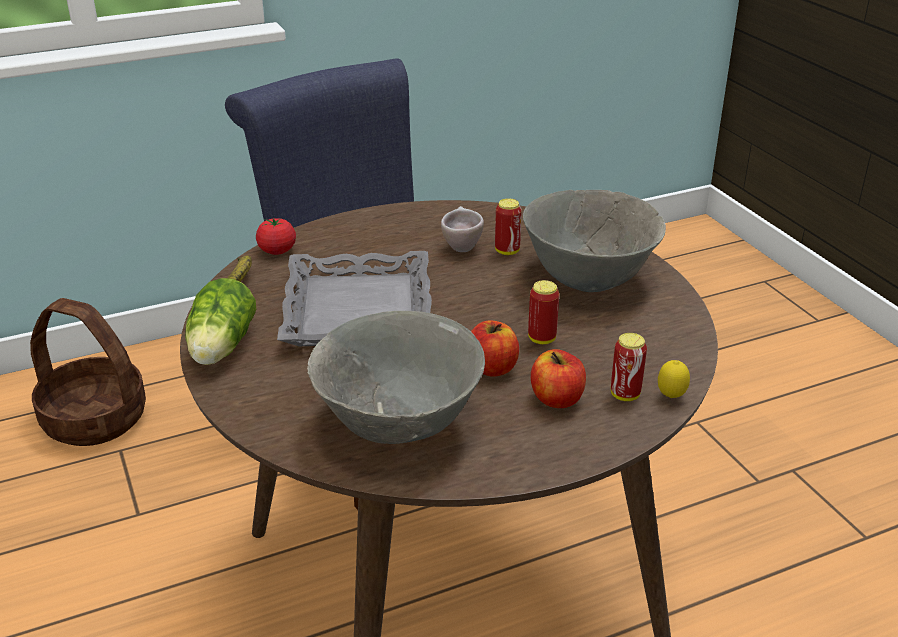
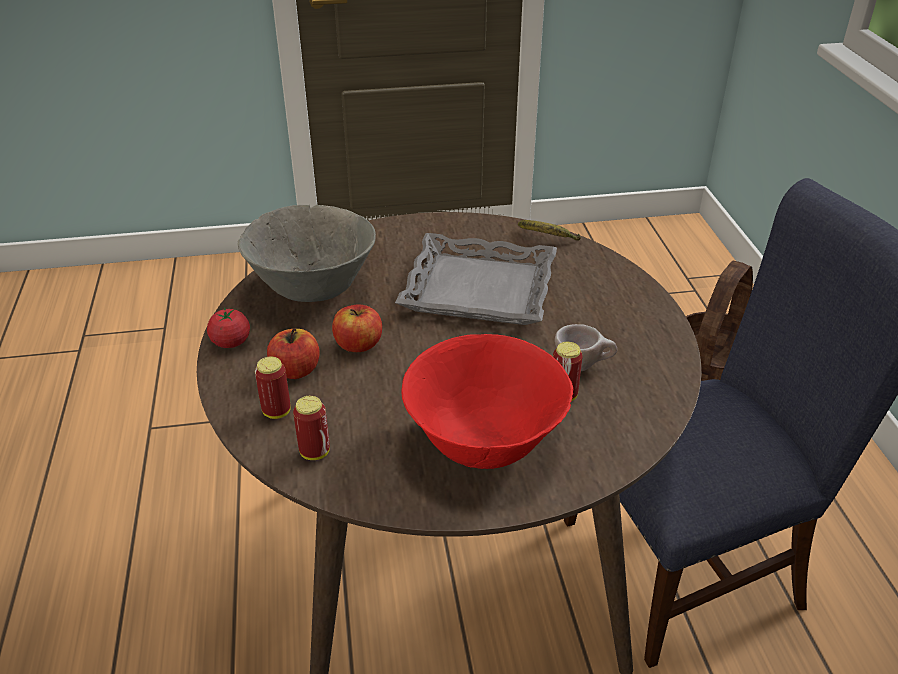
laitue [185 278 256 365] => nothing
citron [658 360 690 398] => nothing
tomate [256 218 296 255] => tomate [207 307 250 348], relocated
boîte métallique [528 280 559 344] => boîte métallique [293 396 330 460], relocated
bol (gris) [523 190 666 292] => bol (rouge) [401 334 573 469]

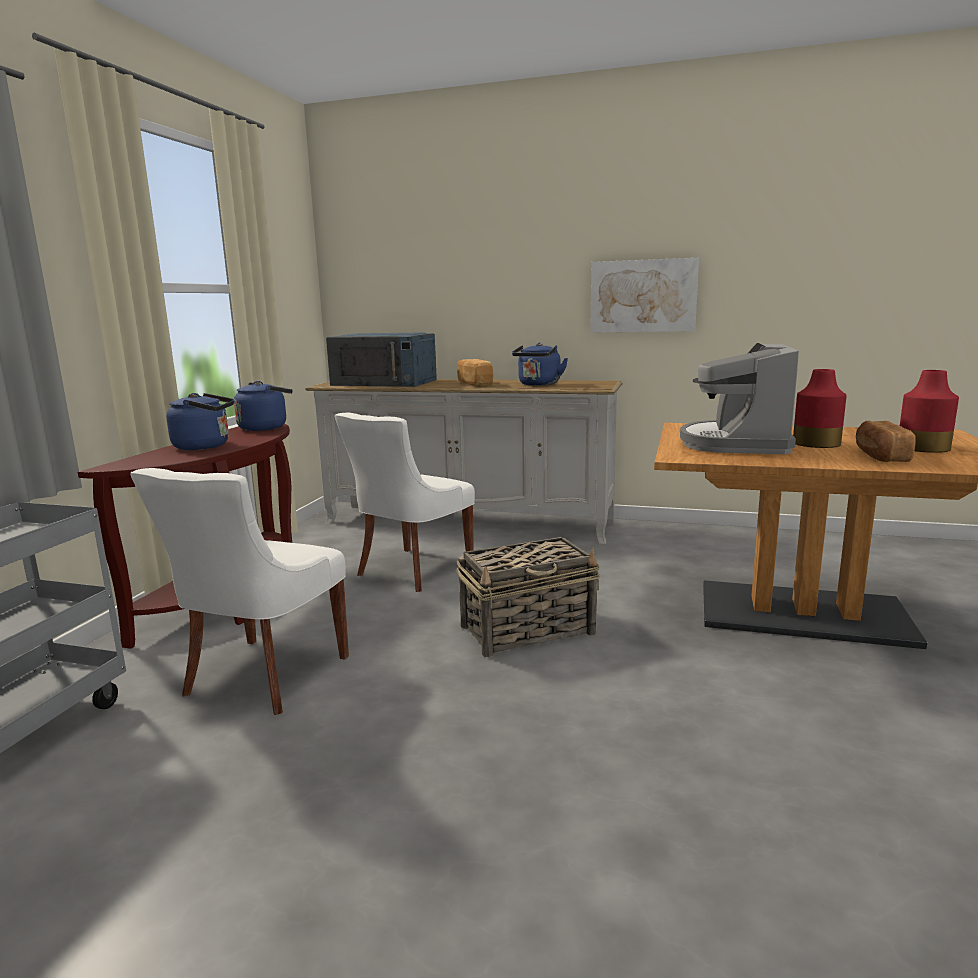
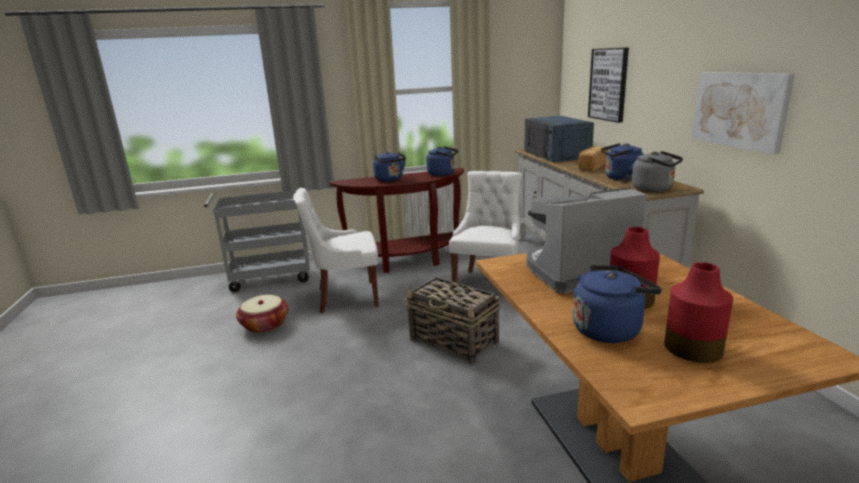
nothing => panier [236 295 289 333]
nothing => tableau [588 47 629 123]
nothing => bouilloire (gris) [632 151 683 192]
pain [856 421 916 462] => bouilloire (bleu) [573 265 662 343]
chaise (blanc) [334 413 475 592] => chaise (blanc) [449 171 522 283], 105 degrees clockwise

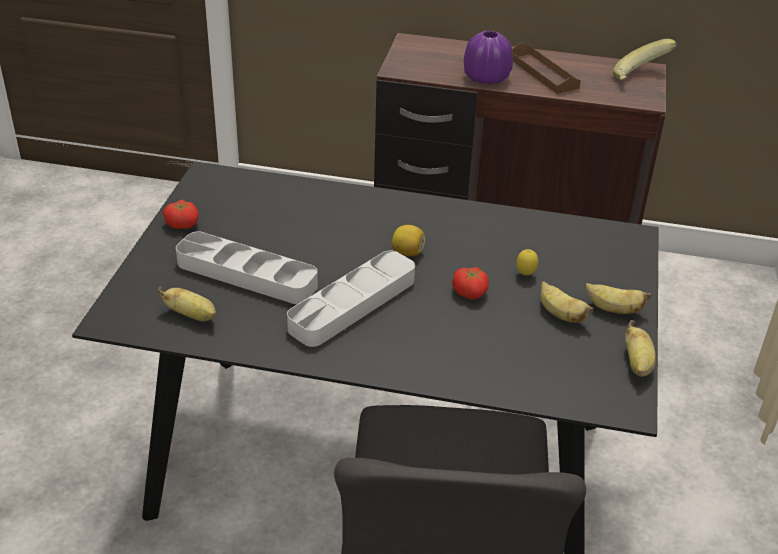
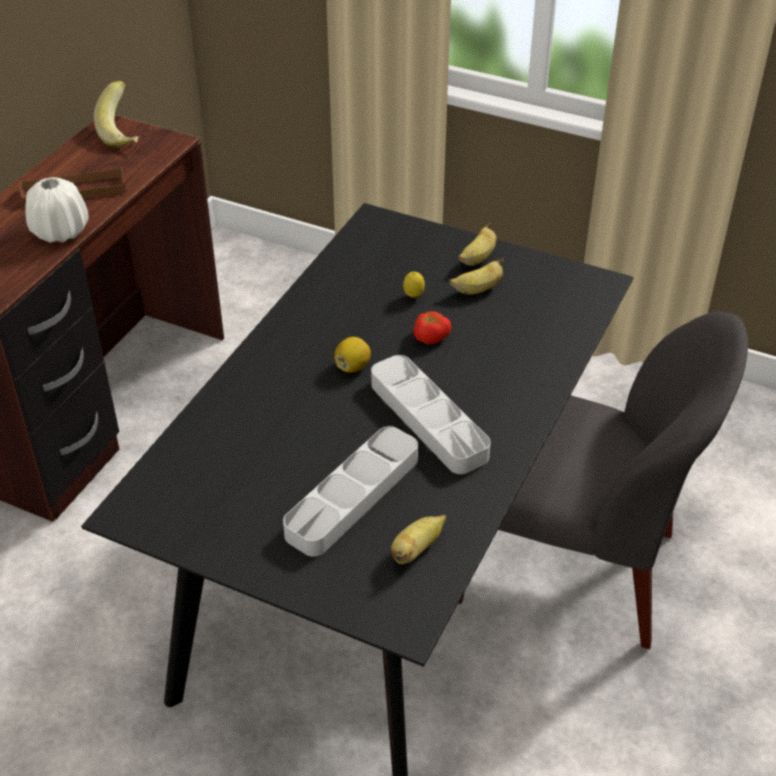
tomate [163 200 199 229] => nothing
banane [625 320 656 377] => nothing
vase (violet) [464 31 513 85] => vase (blanc) [25 177 89 243]

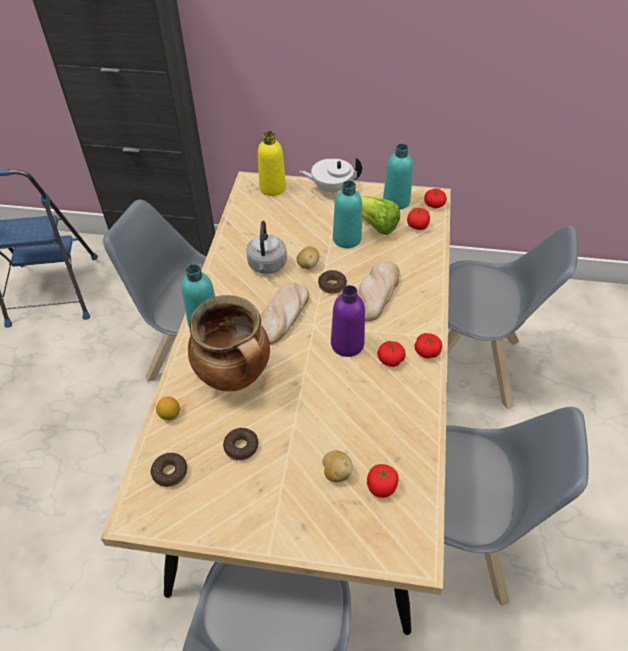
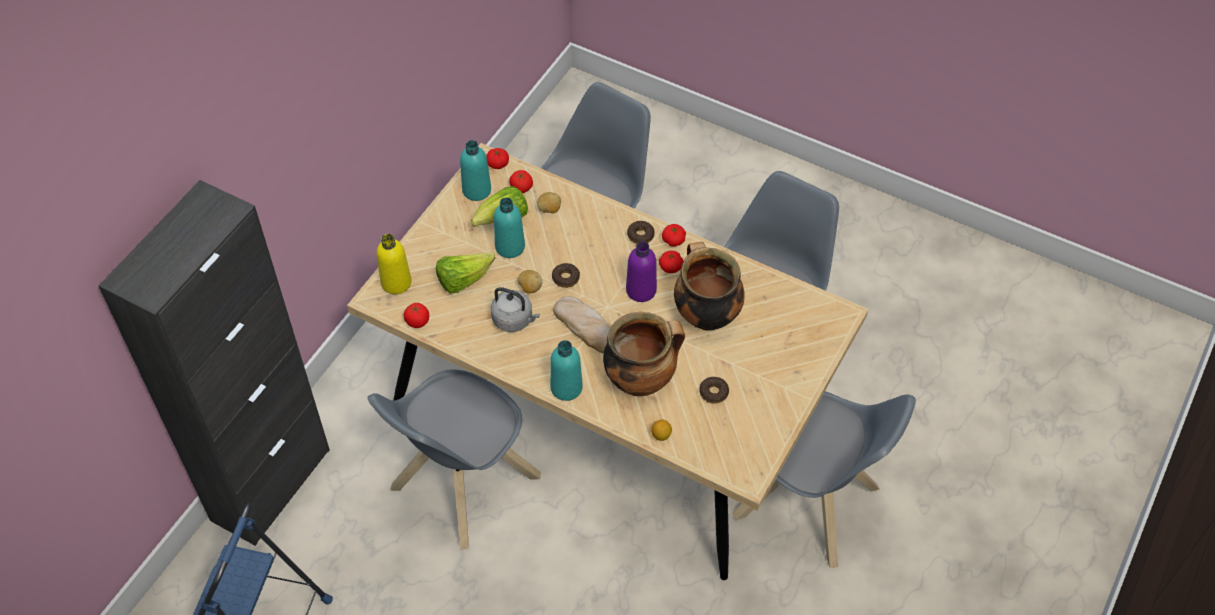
théière (blanc) [299 157 362 195] => nothing
pain [357 262 400 322] => nothing
nothing => laitue [436 252 495 294]
nothing => marmite [674 242 745 331]
beignet [150 453 187 487] => beignet [627 221 655 244], relocated
pomme de terre [322 451 353 482] => pomme de terre [537 192 561 213], relocated
tomate [367 464 399 498] => tomate [403 303 429 328], relocated

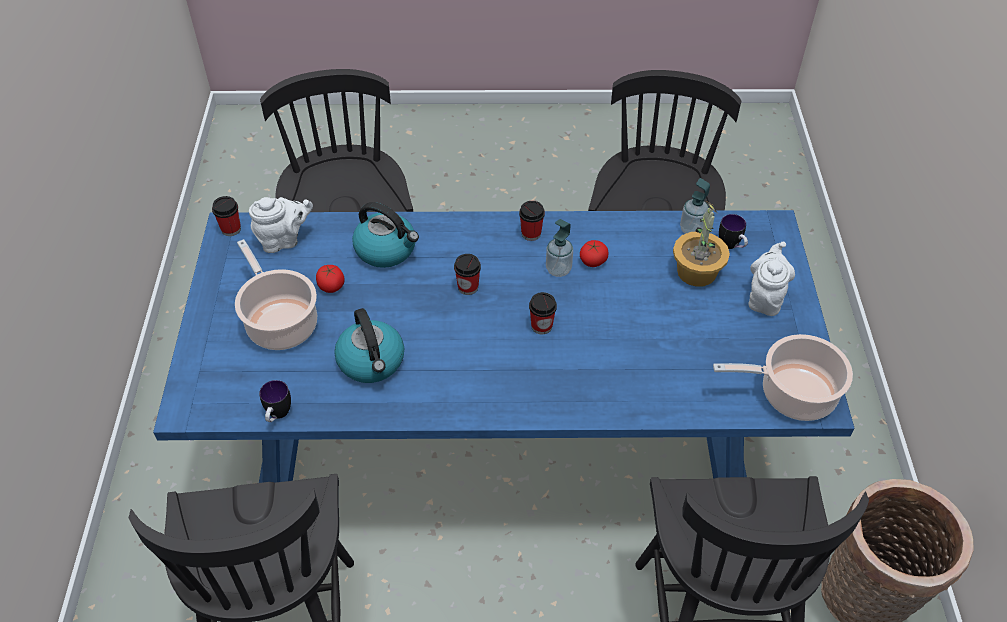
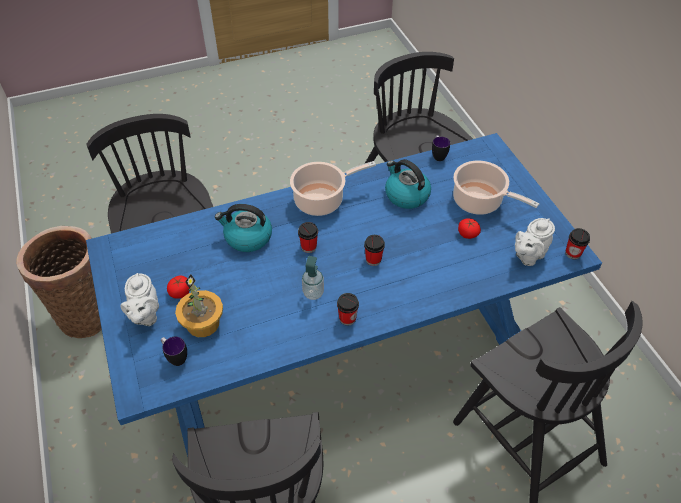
distributeur de savon [680 178 710 234] => nothing
bouilloire [352 202 419 268] => bouilloire [215 204 272 252], relocated
tomate [580 240 609 267] => tomate [167 276 190 298], relocated
marmite [713 334 853 421] => marmite [290 161 376 216], relocated

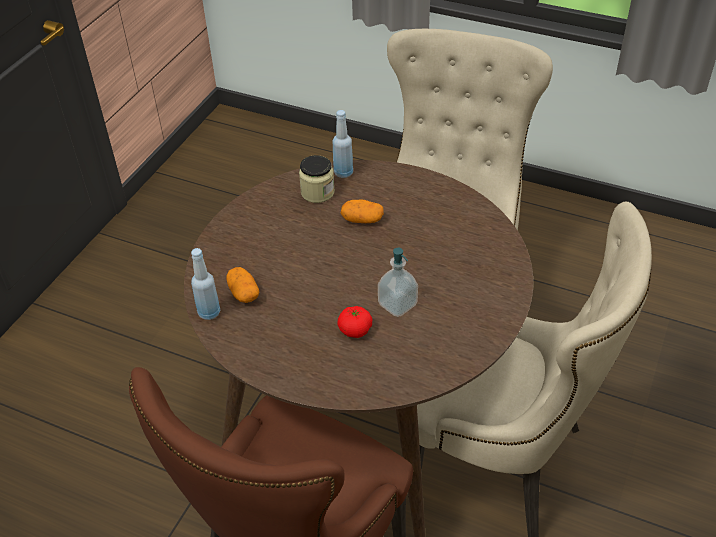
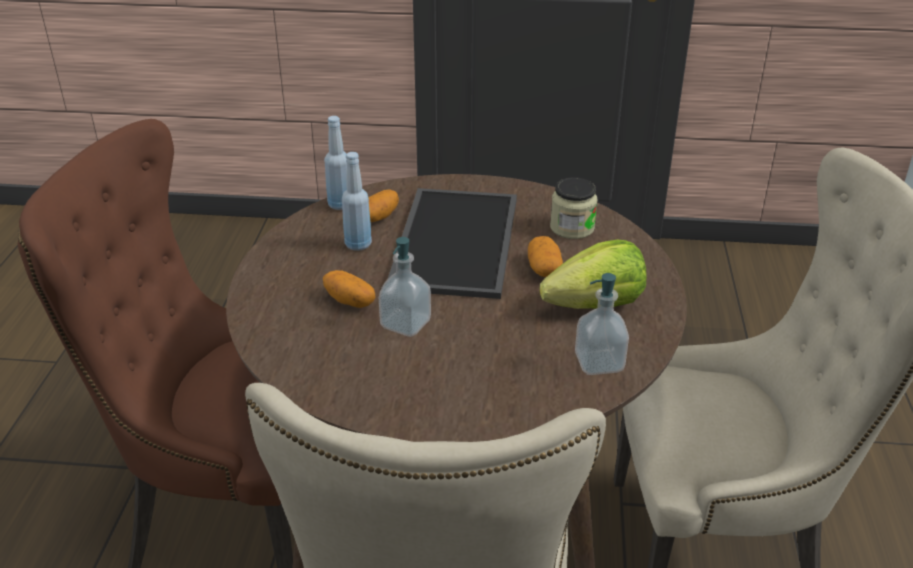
nothing => plateau [388 188 517 299]
nothing => laitue [540 240 646 309]
nothing => distributeur de savon [575 273 629 375]
bouteille (bleu) [332 110 353 178] => bouteille (bleu) [342 152 372 251], relocated
tomate [337 306 372 338] => pomme de terre [323 270 376 308]

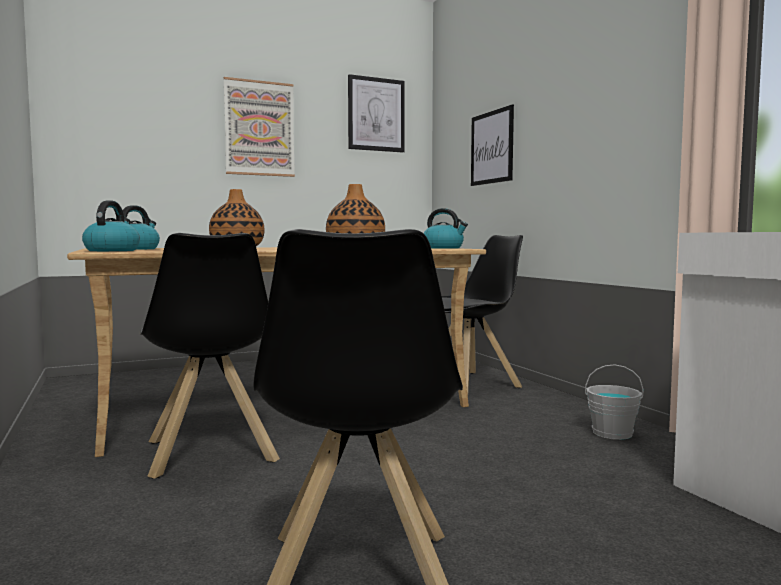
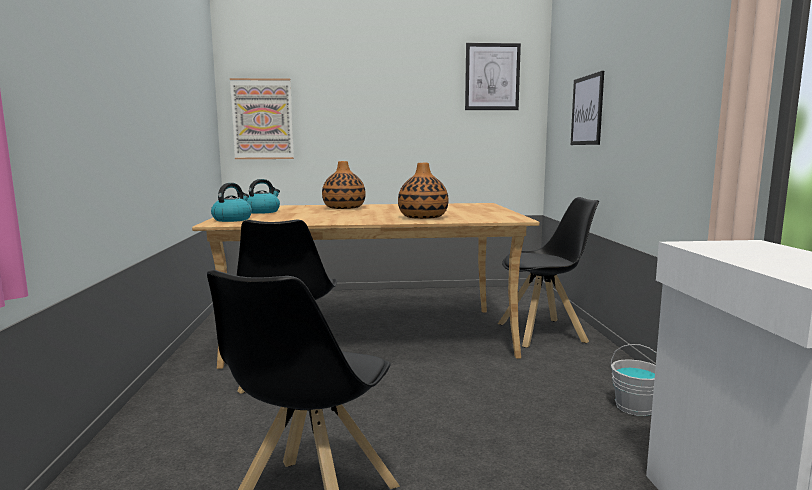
bouilloire [424 208 468 249] => nothing
tableau [224 77 295 177] => tableau [230 78 294 159], relocated

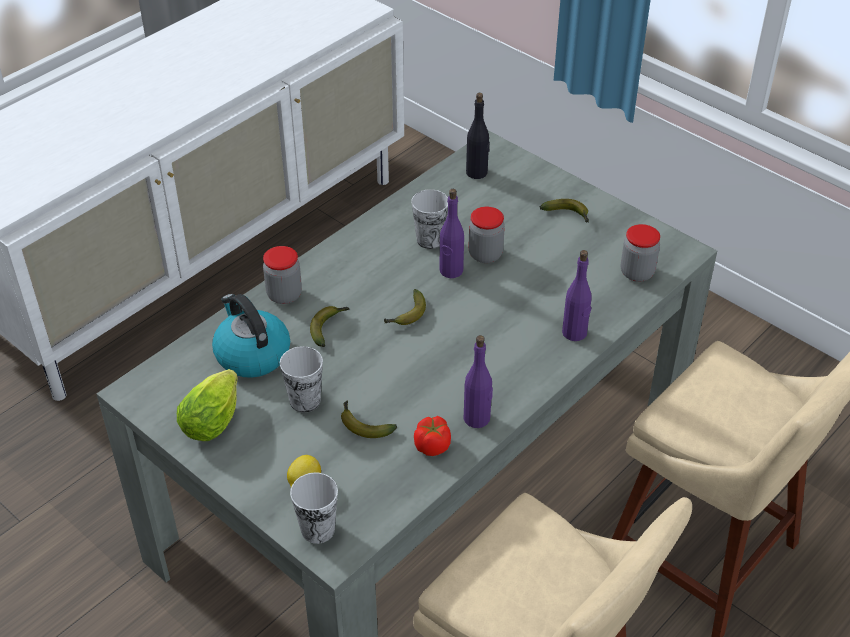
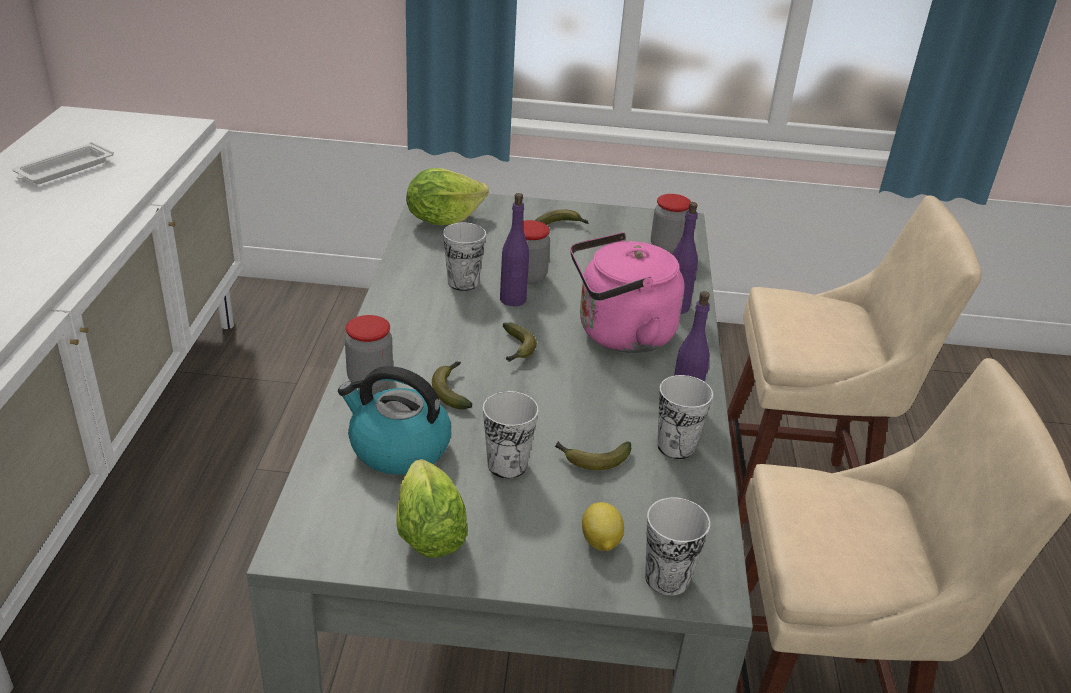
nothing => plateau (blanc) [12 142 114 184]
nothing => bouilloire (rose) [570 232 685 353]
tomate [414 416 451 456] => tasse [657 375 713 459]
bouteille (noir) [466 93 490 179] => laitue [406 168 489 225]

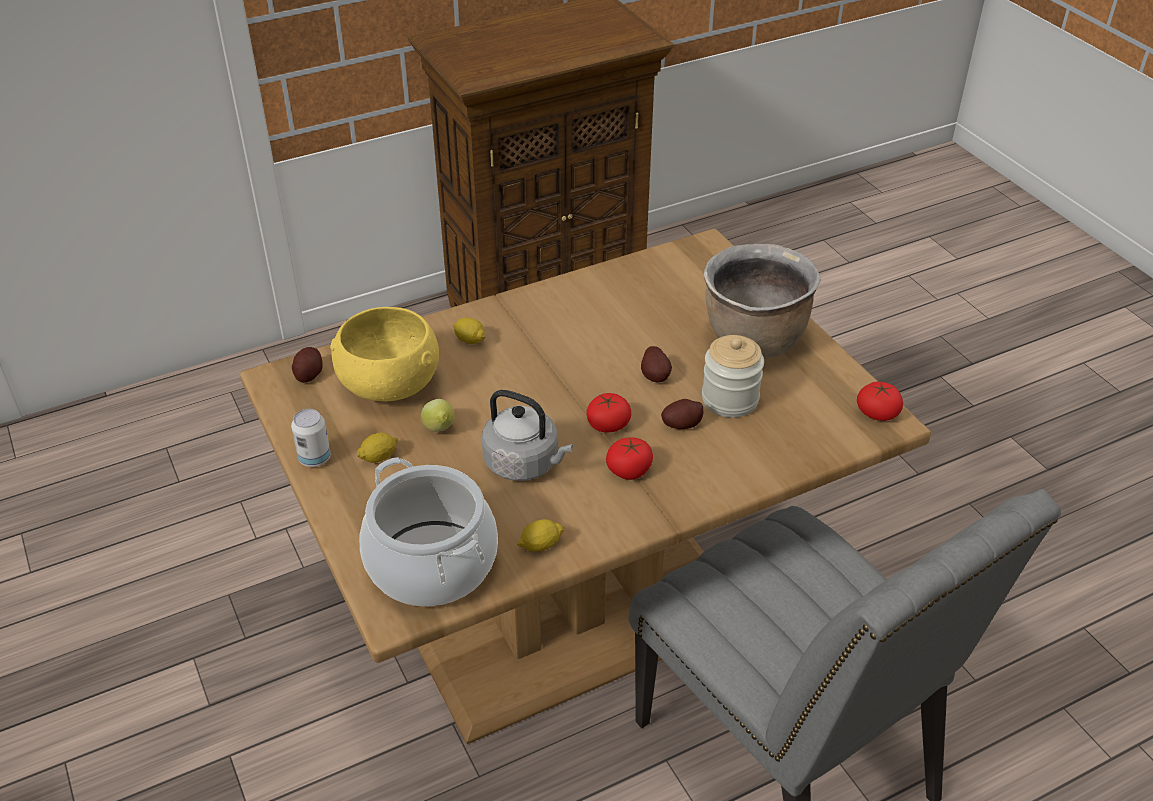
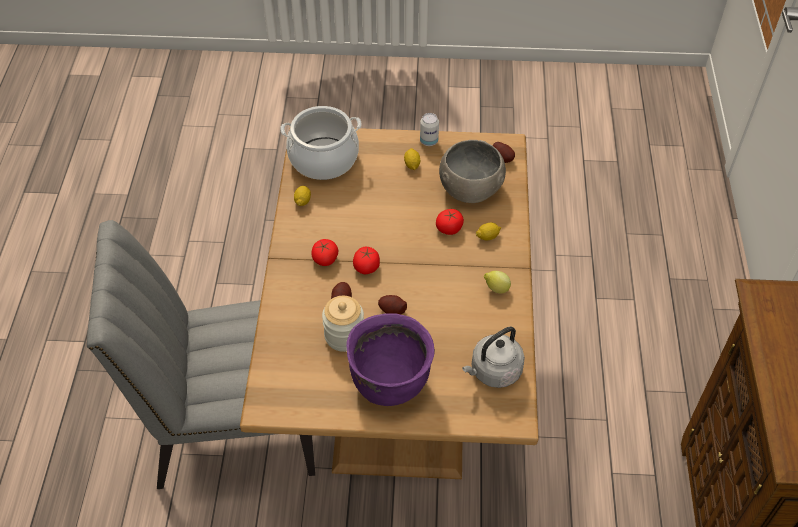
citron [421 399 455 432] => citron [484 271 511 293], relocated
bouilloire (gris) [482 390 573 481] => bouilloire (gris) [462 326 525 388], relocated
tomate [857 382 903 421] => tomate [436 209 464 235], relocated
bol (jaune) [330 307 439 401] => bol (gris) [439 140 506 203]
marmite (marron) [703 244 821 358] => marmite (violet) [346 313 435 406]

